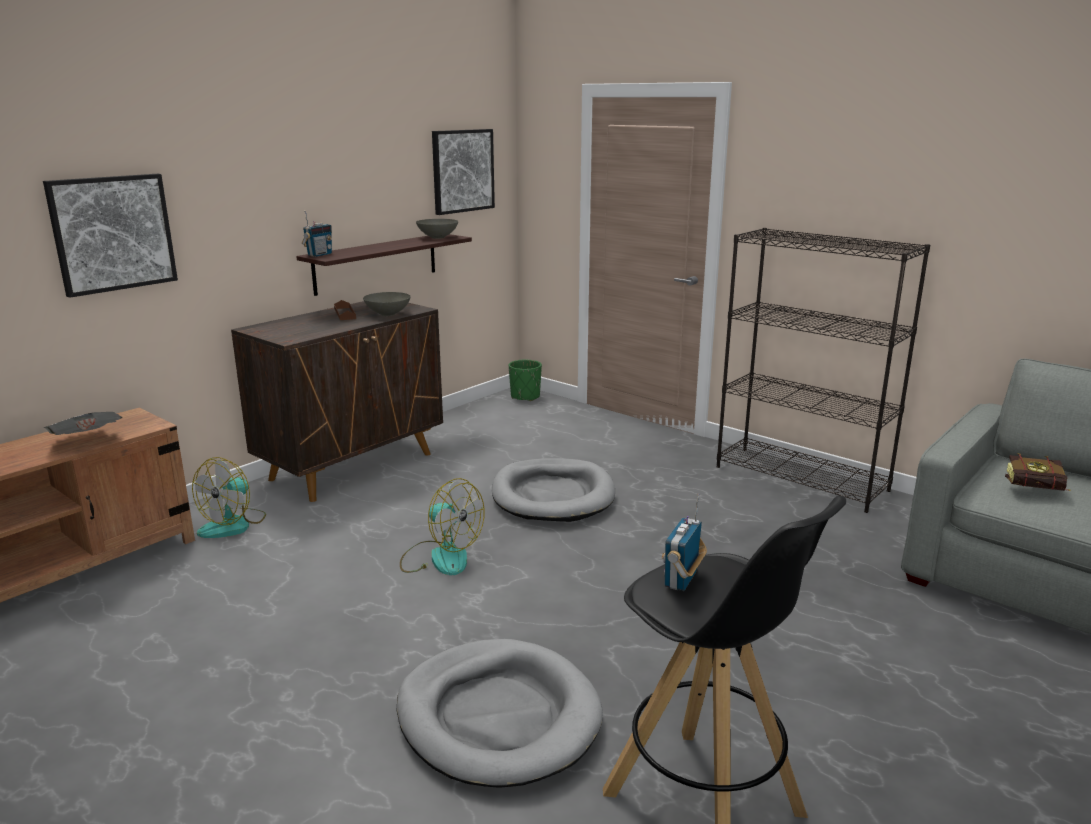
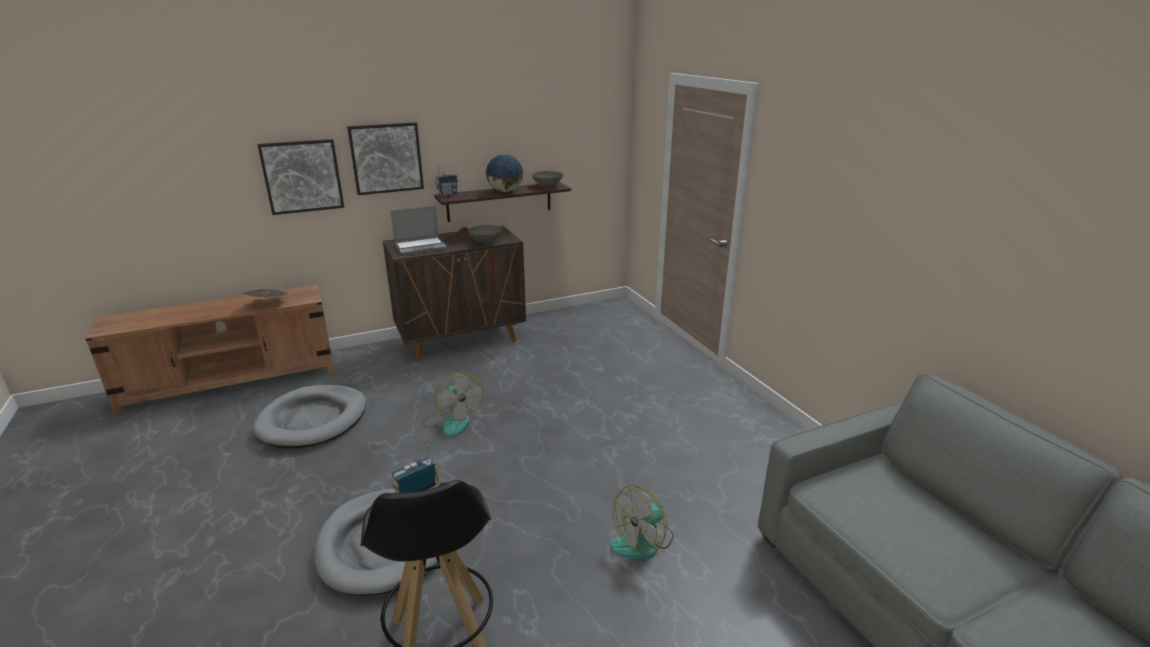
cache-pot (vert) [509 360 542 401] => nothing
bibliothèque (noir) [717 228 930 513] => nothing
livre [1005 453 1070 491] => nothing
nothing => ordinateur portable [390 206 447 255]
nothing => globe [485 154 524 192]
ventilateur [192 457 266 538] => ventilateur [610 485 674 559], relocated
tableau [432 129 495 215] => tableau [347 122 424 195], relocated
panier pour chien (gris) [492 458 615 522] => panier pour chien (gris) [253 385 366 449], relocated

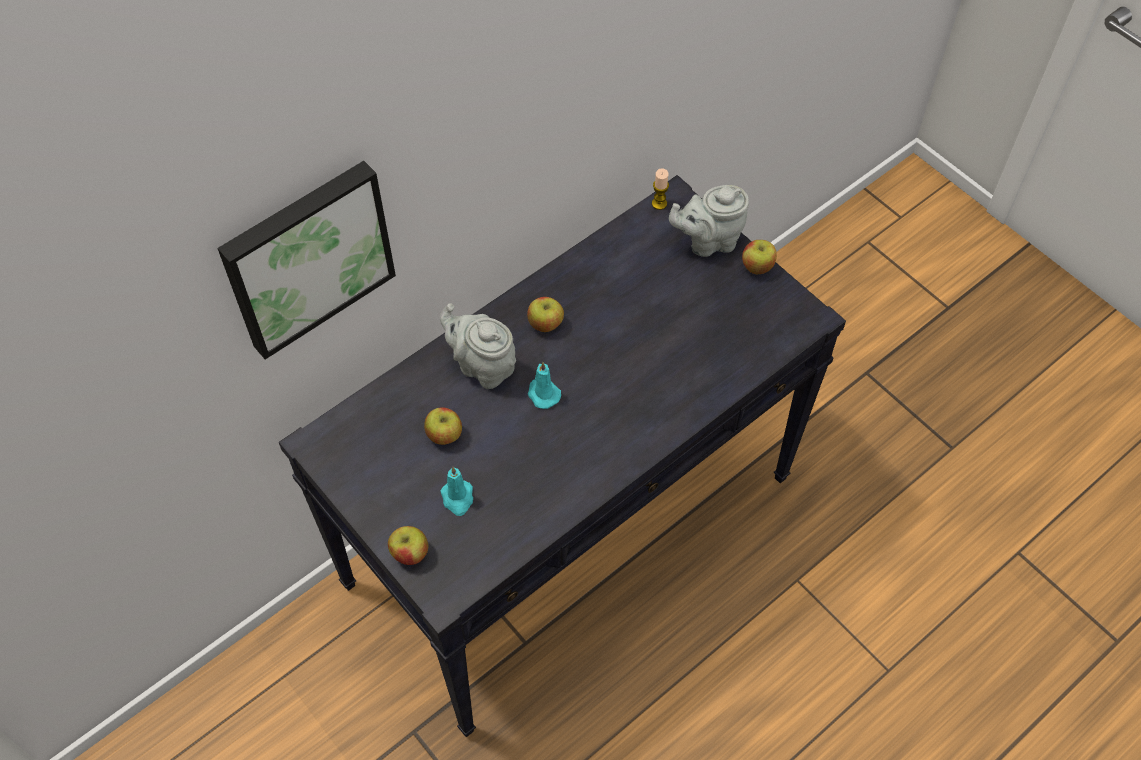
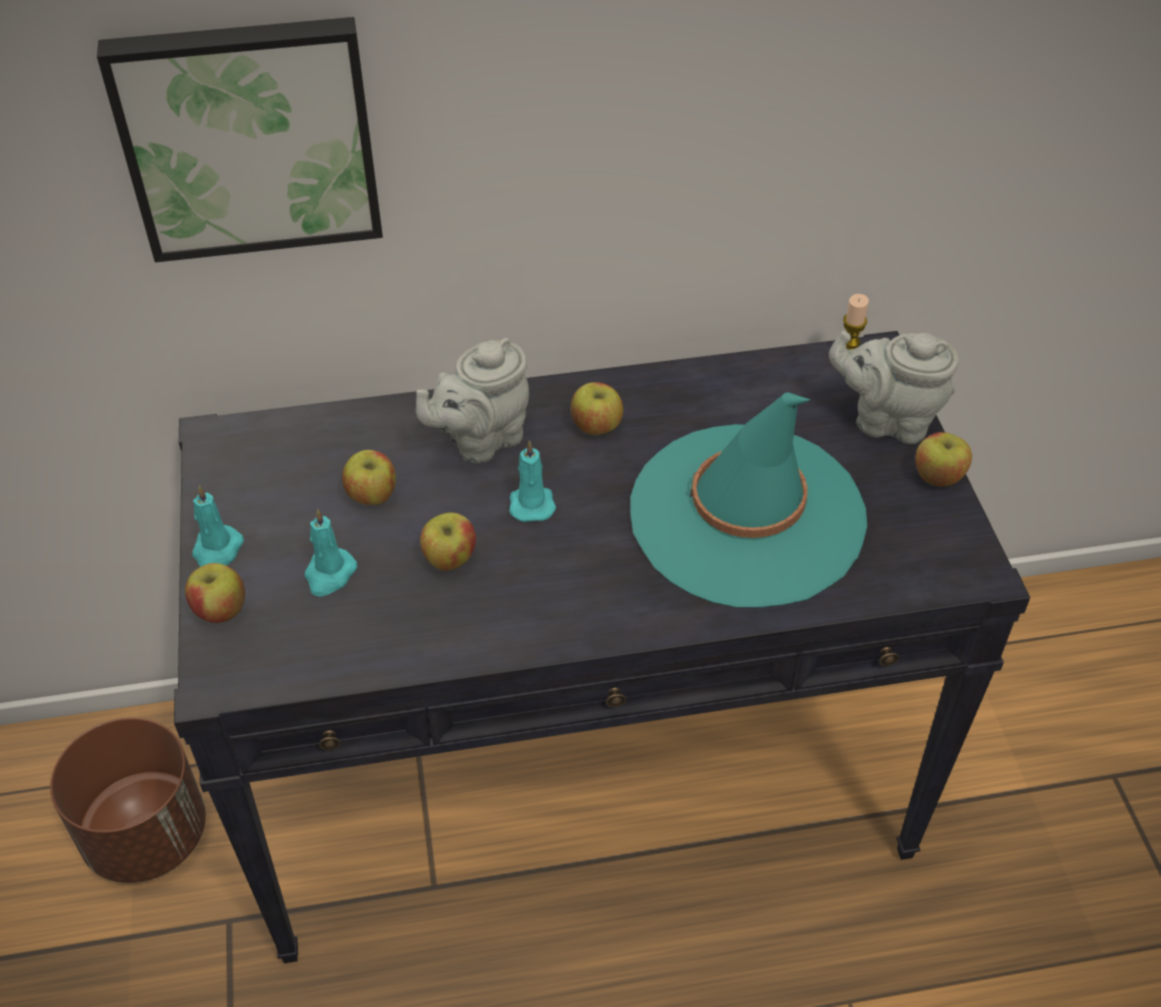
nothing => cache-pot (marron) [50 717 206 883]
nothing => bougie (turquoise) [192 485 244 567]
nothing => pomme [420 513 476 571]
nothing => chapeau (turquoise) [630 392 867 608]
théière (gris) [440 303 516 389] => théière (gris) [416 338 529 463], 105 degrees counterclockwise

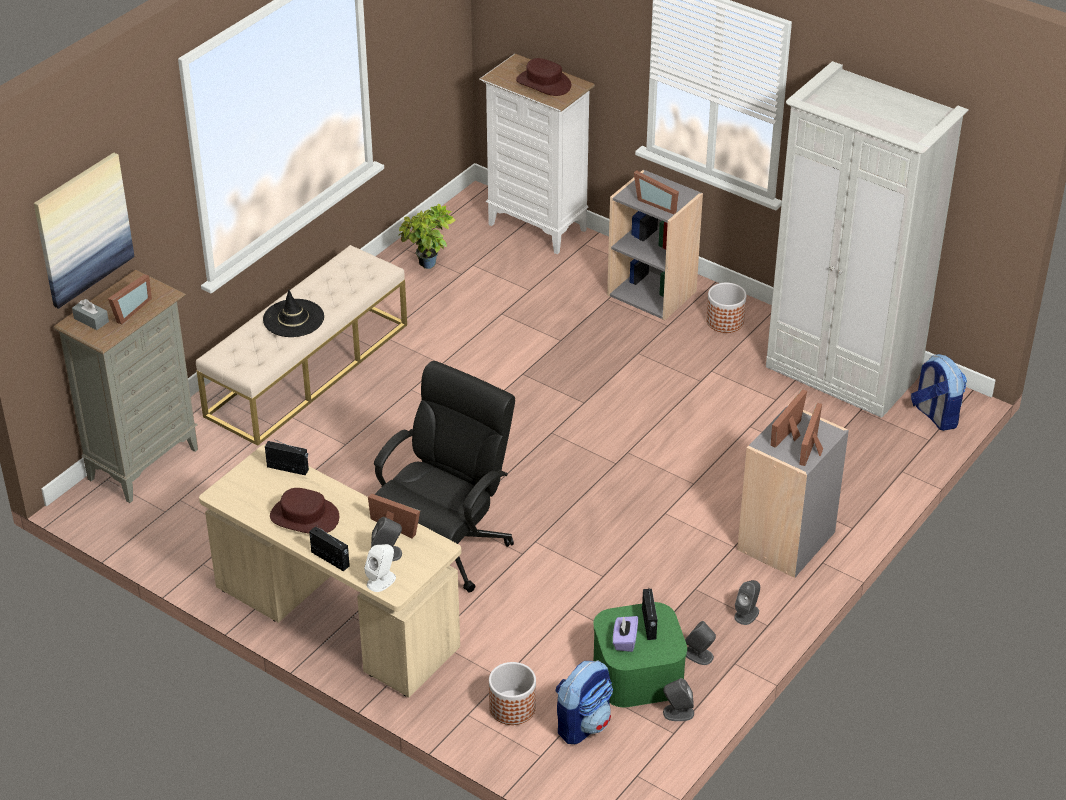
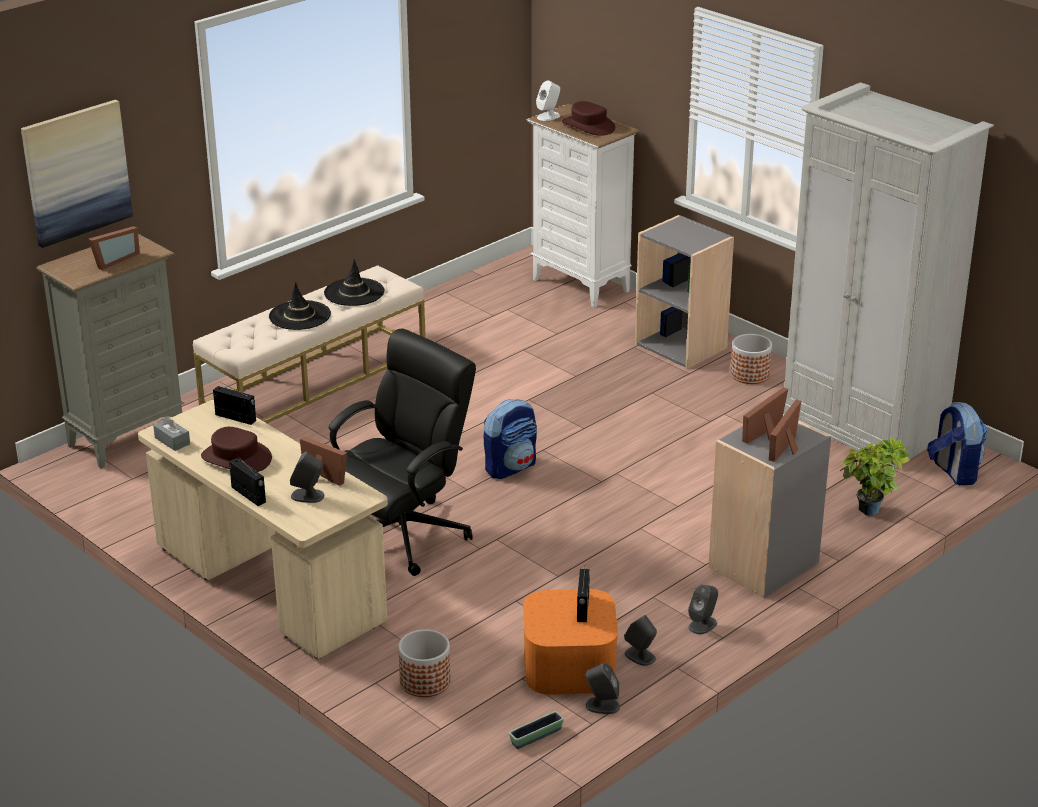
boîte à mouchoirs (violet) [613 616 638 652] => nothing
cadre photo [634 170 679 214] => nothing
nothing => chapeau (noir) [324 259 384 306]
nothing => cache-pot [509 711 564 749]
boîte à mouchoirs (gris) [72 299 109 330] => boîte à mouchoirs (gris) [153 416 190 451], relocated
enceinte (blanc) [364 544 396 592] => enceinte (blanc) [536 81 560 121], relocated
plante en pot [398 203 455 269] => plante en pot [840 437 910 516], relocated
sac à dos [555 661 613 744] => sac à dos [484 399 537 479], relocated
boîte de rangement (vert) [593 602 687 707] => boîte de rangement (orange) [523 589 618 695]

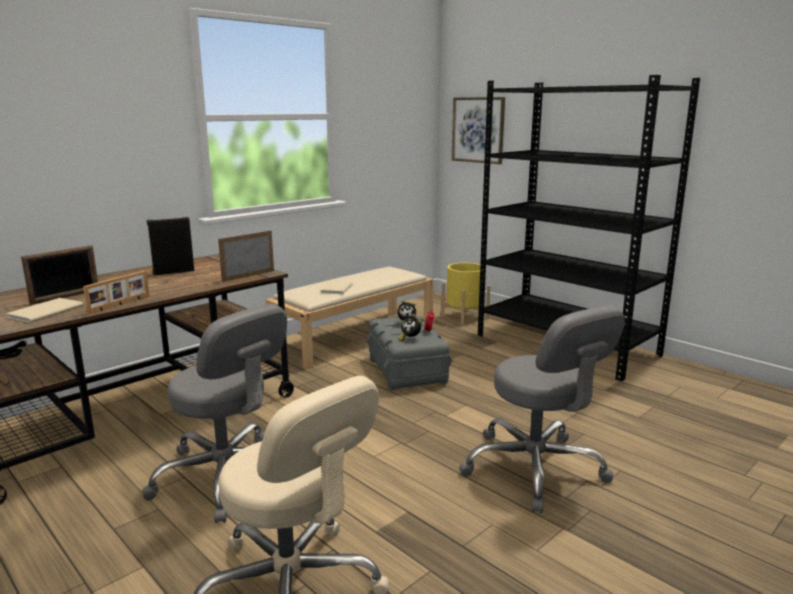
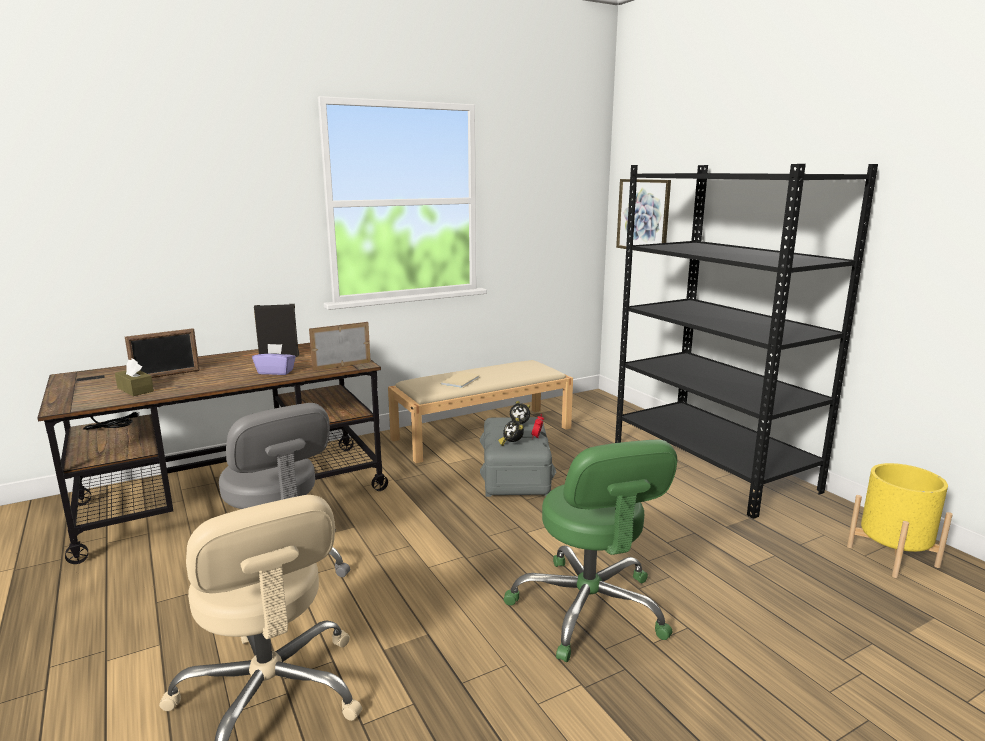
cadre photo [83 271 149 314] => nothing
nothing => boîte à mouchoirs (violet) [252 344 296 375]
cache-pot (jaune) [441 263 490 325] => cache-pot (jaune) [847 463 953 578], relocated
livre (beige) [7 298 84 323] => boîte à mouchoirs (marron) [115 359 154 396]
chaise de bureau (gris) [459 306 625 513] => chaise de bureau (vert) [504 439 677 662]

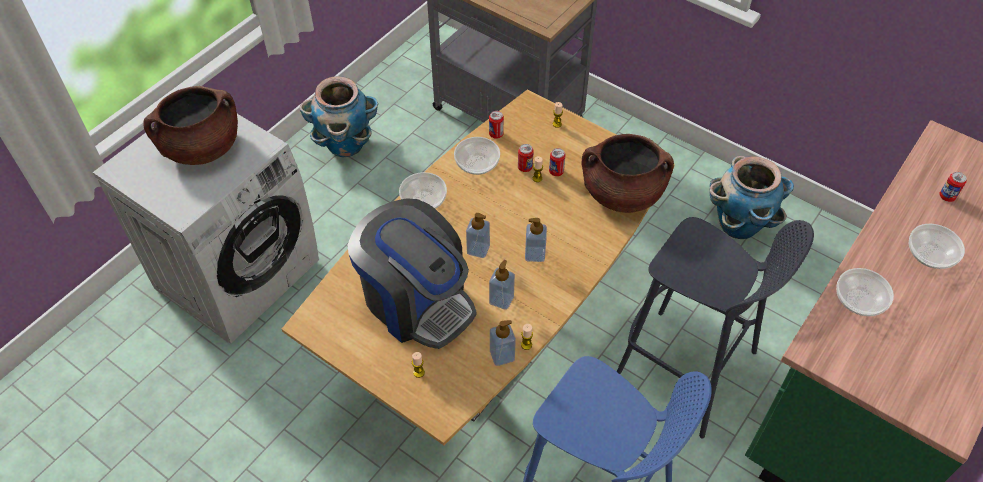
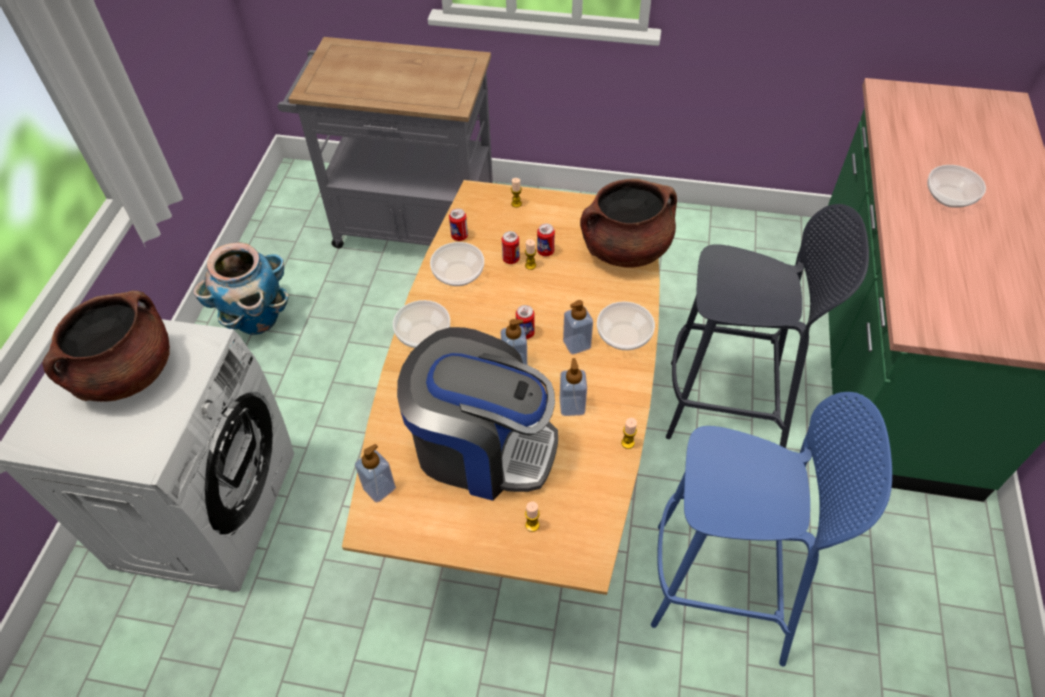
cache-pot [709 156 794 239] => nothing
distributeur de savon [490 320 516 366] => distributeur de savon [355 444 396 502], relocated
bol [836 268 894 316] => bol [597 301 655 350], relocated
boîte métallique [939 172 967 202] => boîte métallique [516 305 535 339], relocated

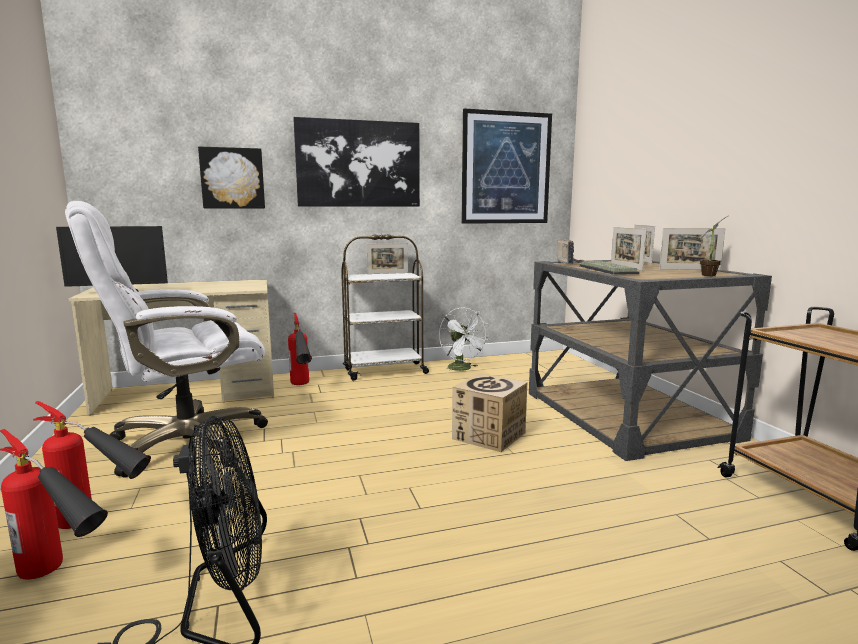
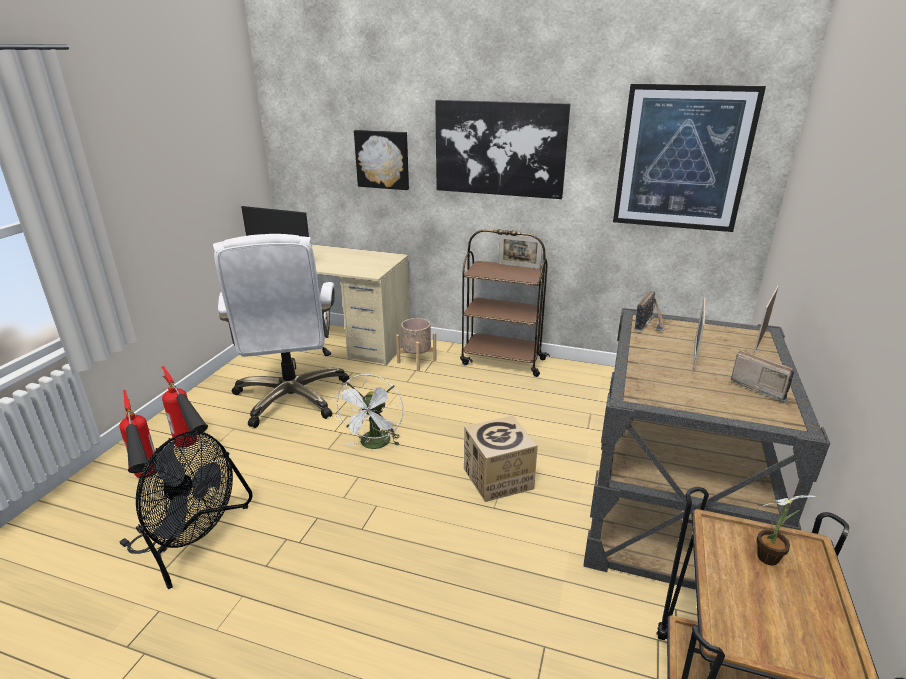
clavier [579 261 639 275] => nothing
ventilateur (blanc) [439 308 489 372] => ventilateur (blanc) [334 374 404 449], relocated
plante en pot [700 216 728 276] => plante en pot [756 494 816 566], relocated
extincteur [288 313 312 385] => cache-pot (beige) [396 318 437 371]
cadre photo [659 228 725 270] => radio [731 350 794 401]
chariot (blanc) [341 234 429 381] => chariot (marron) [460 229 550 377]
chaise de bureau (blanc) [65 201 268 478] => chaise de bureau (blanc) [213 234 349 428], 105 degrees counterclockwise

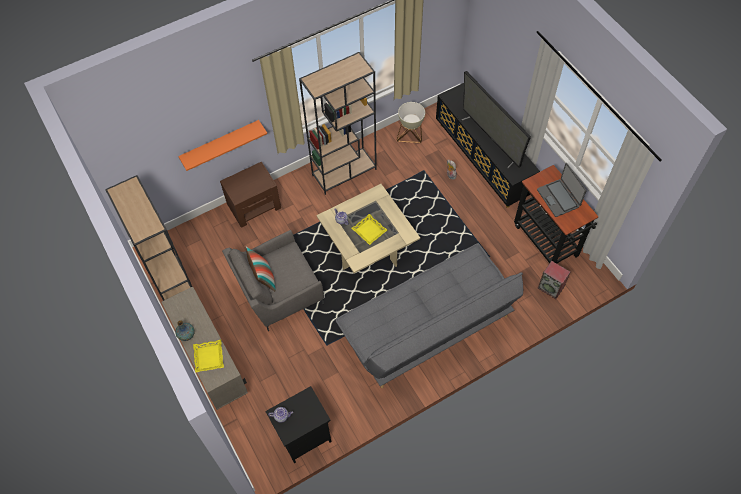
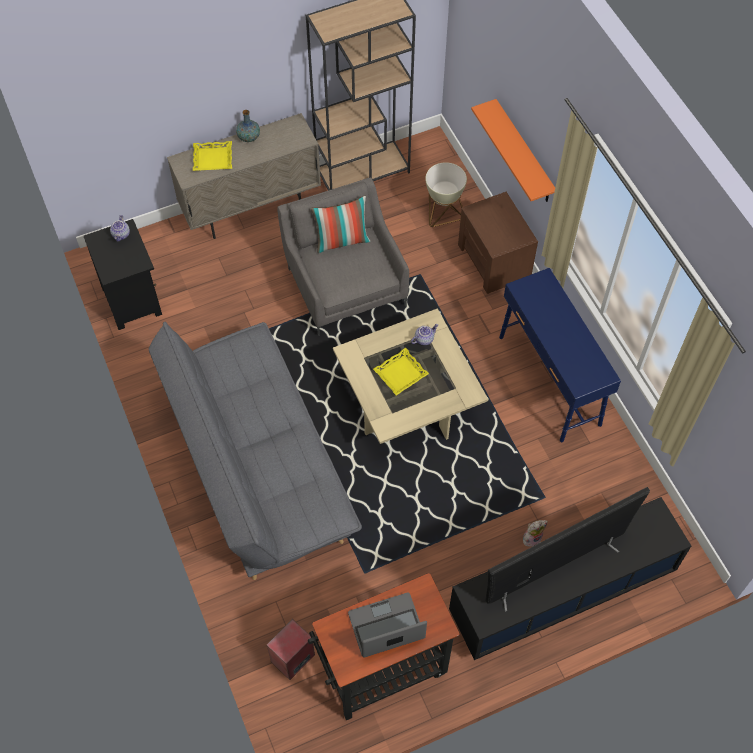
cache-pot [397 102 425 143] => cache-pot [425 162 467 227], relocated
bibliothèque [299 52 377 195] => table console (bleu) [499 268 621 442]

